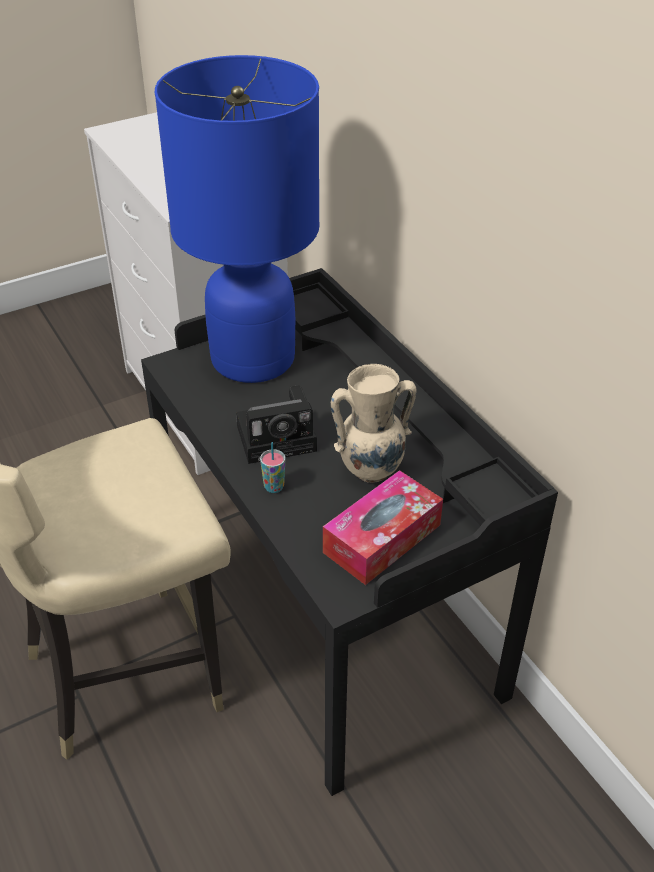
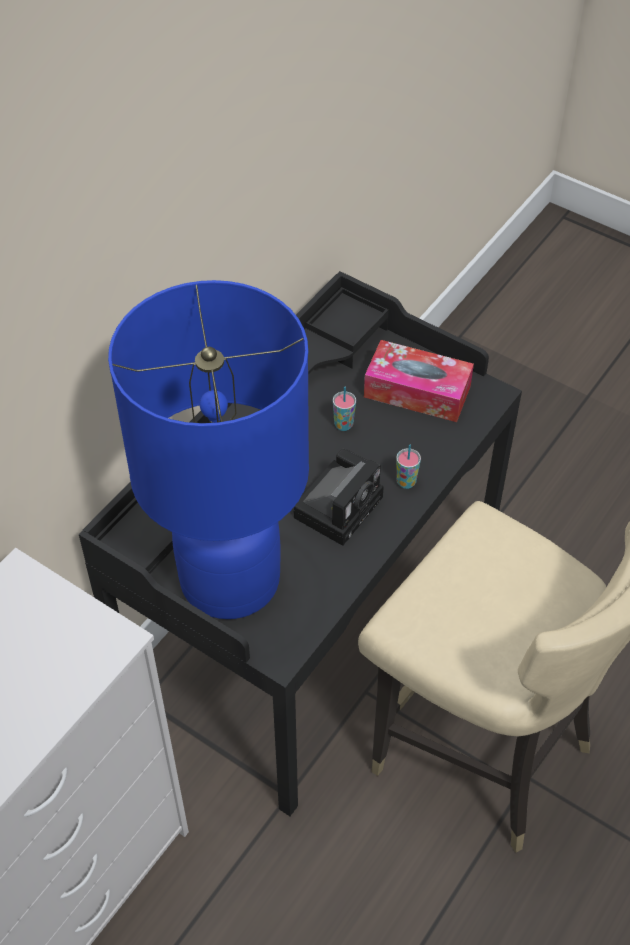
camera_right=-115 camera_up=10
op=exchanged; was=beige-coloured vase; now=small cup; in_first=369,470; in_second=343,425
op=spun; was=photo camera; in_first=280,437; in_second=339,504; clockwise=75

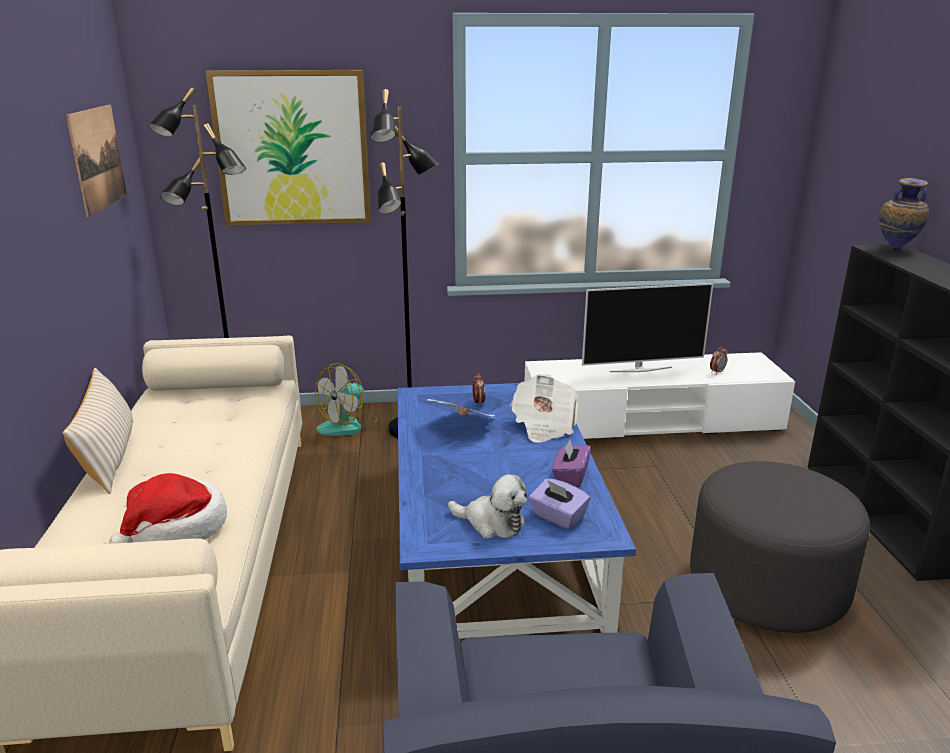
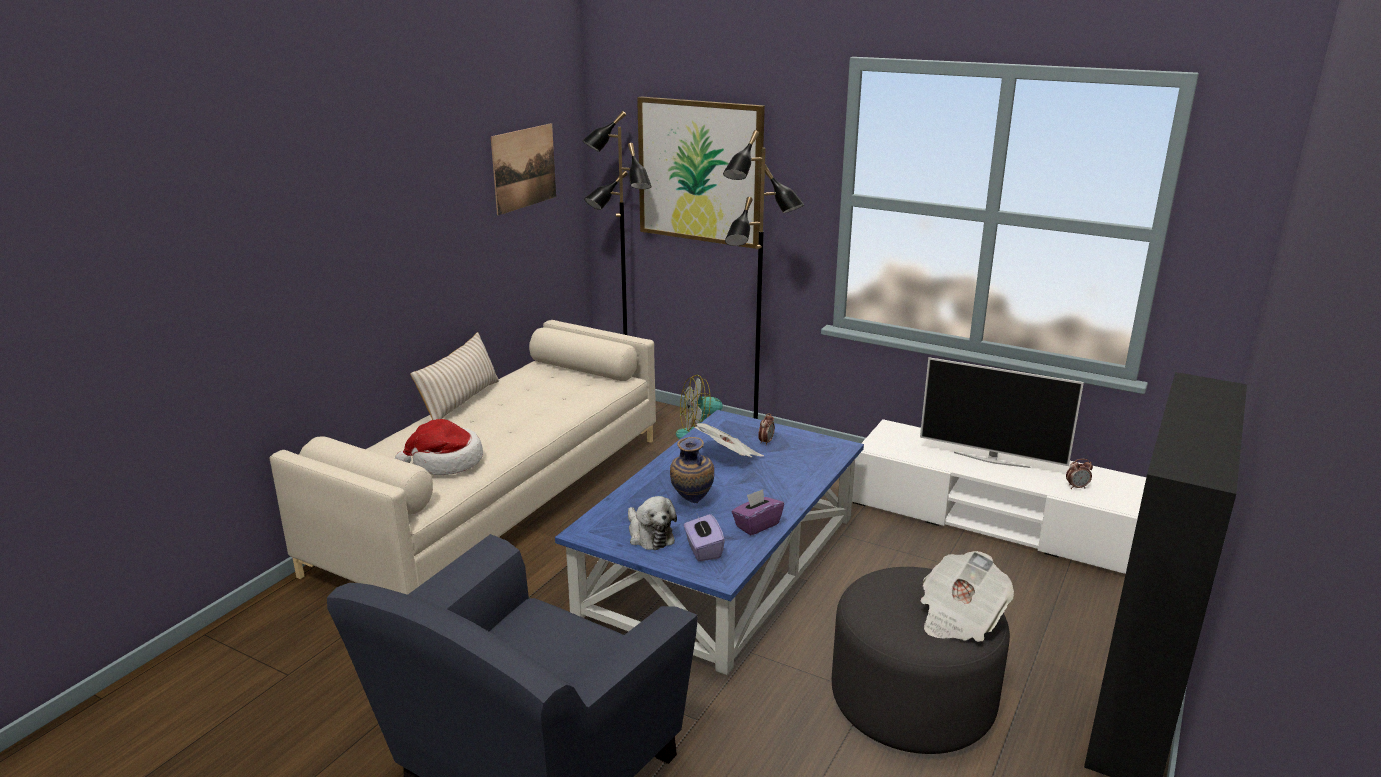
camera_right=35 camera_up=0
op=relocated; was=printed paper; in_first=543,426; in_second=959,617
op=relocated; was=vase; in_first=896,249; in_second=691,503

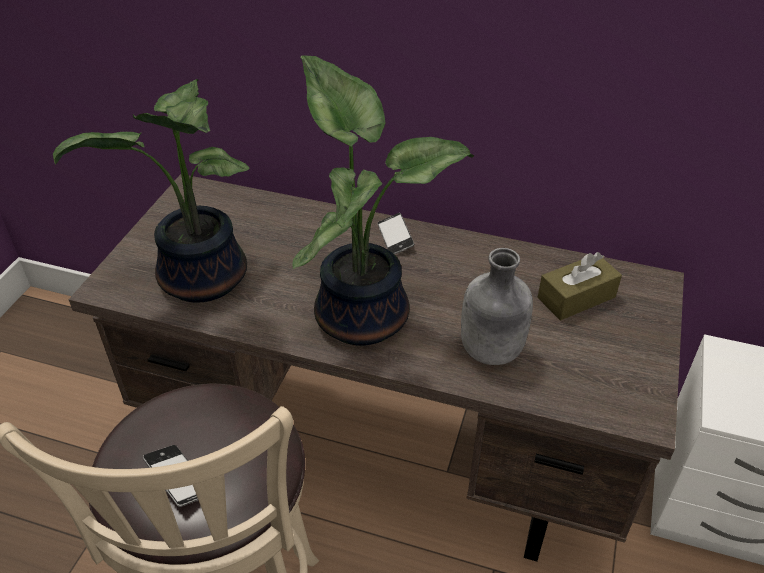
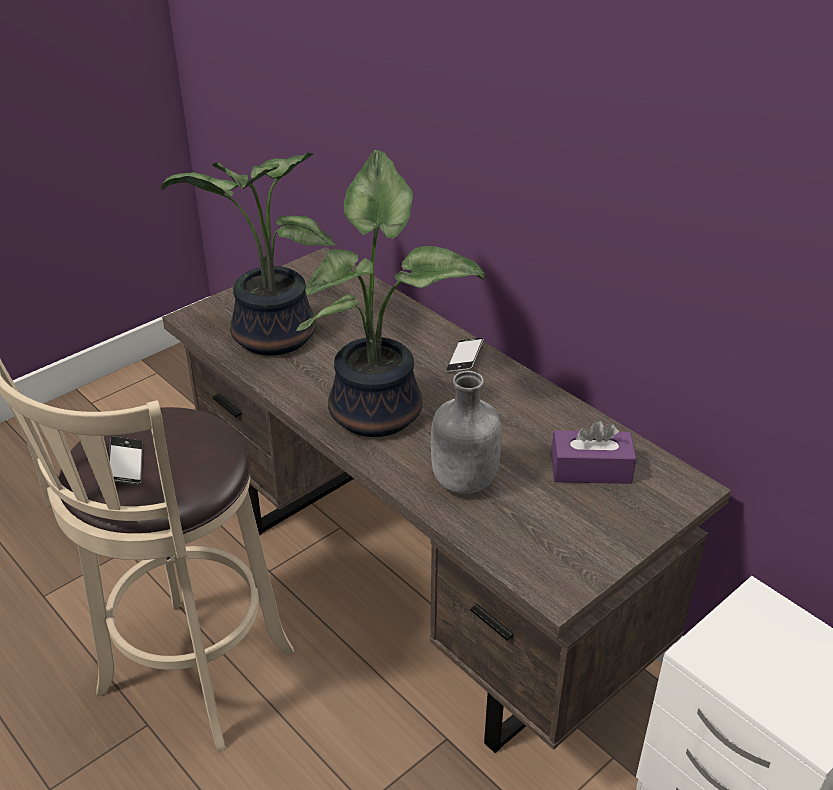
camera_right=30 camera_up=-5
op=colour; was=brown-coloured tissue holder; now=purplish tissue holder; in_first=576,297; in_second=591,469

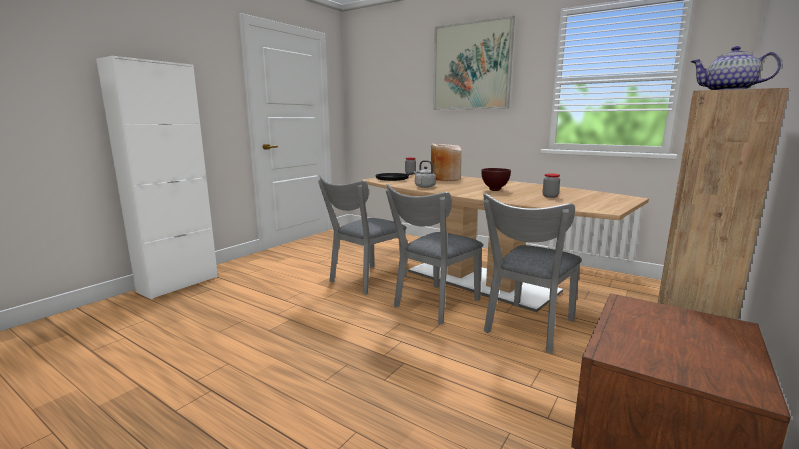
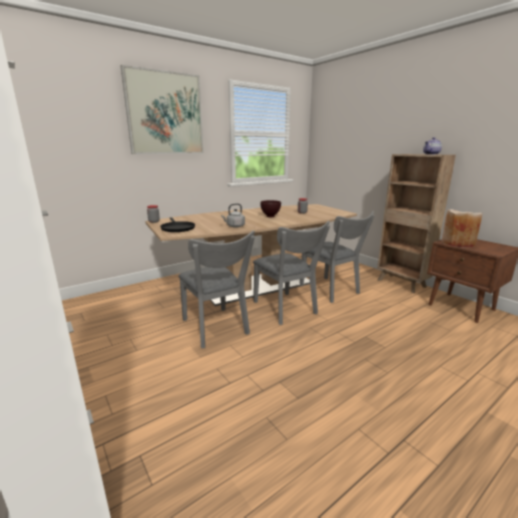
camera_right=-70 camera_up=5
op=relocated; was=beige-coloured vase; in_first=445,178; in_second=457,243

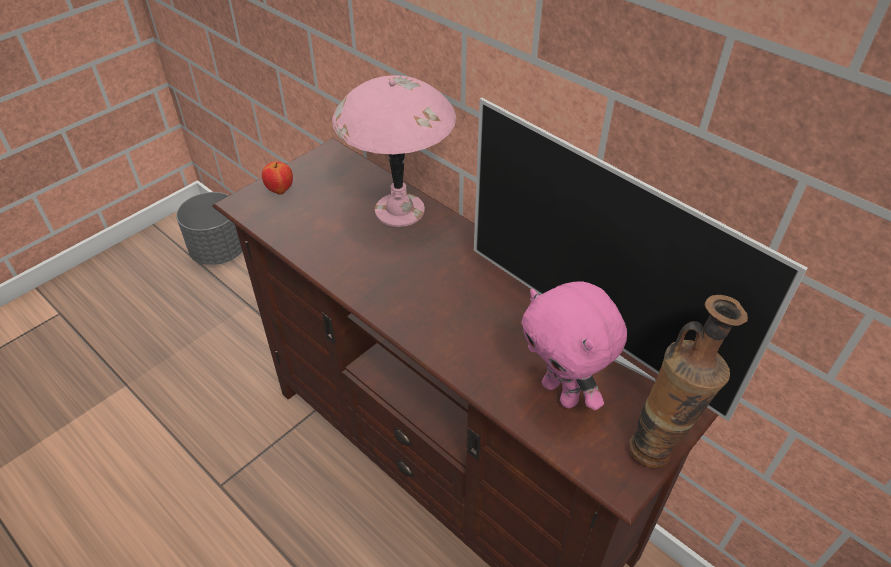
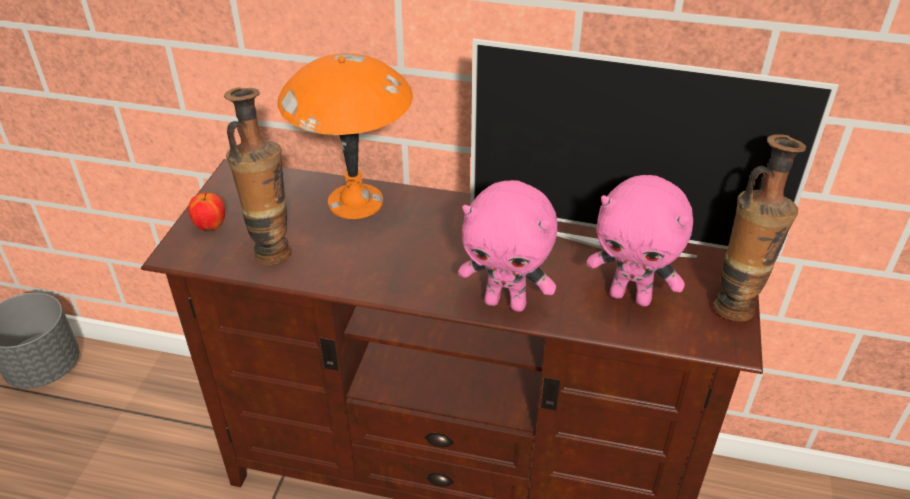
camera_right=-30 camera_up=-5
op=appeared; now=vase; in_second=272,249
op=appeared; now=pink plush toy; in_second=506,302
op=colour; was=pink lamp for a table; now=orange lamp for a table; in_first=400,210; in_second=356,201

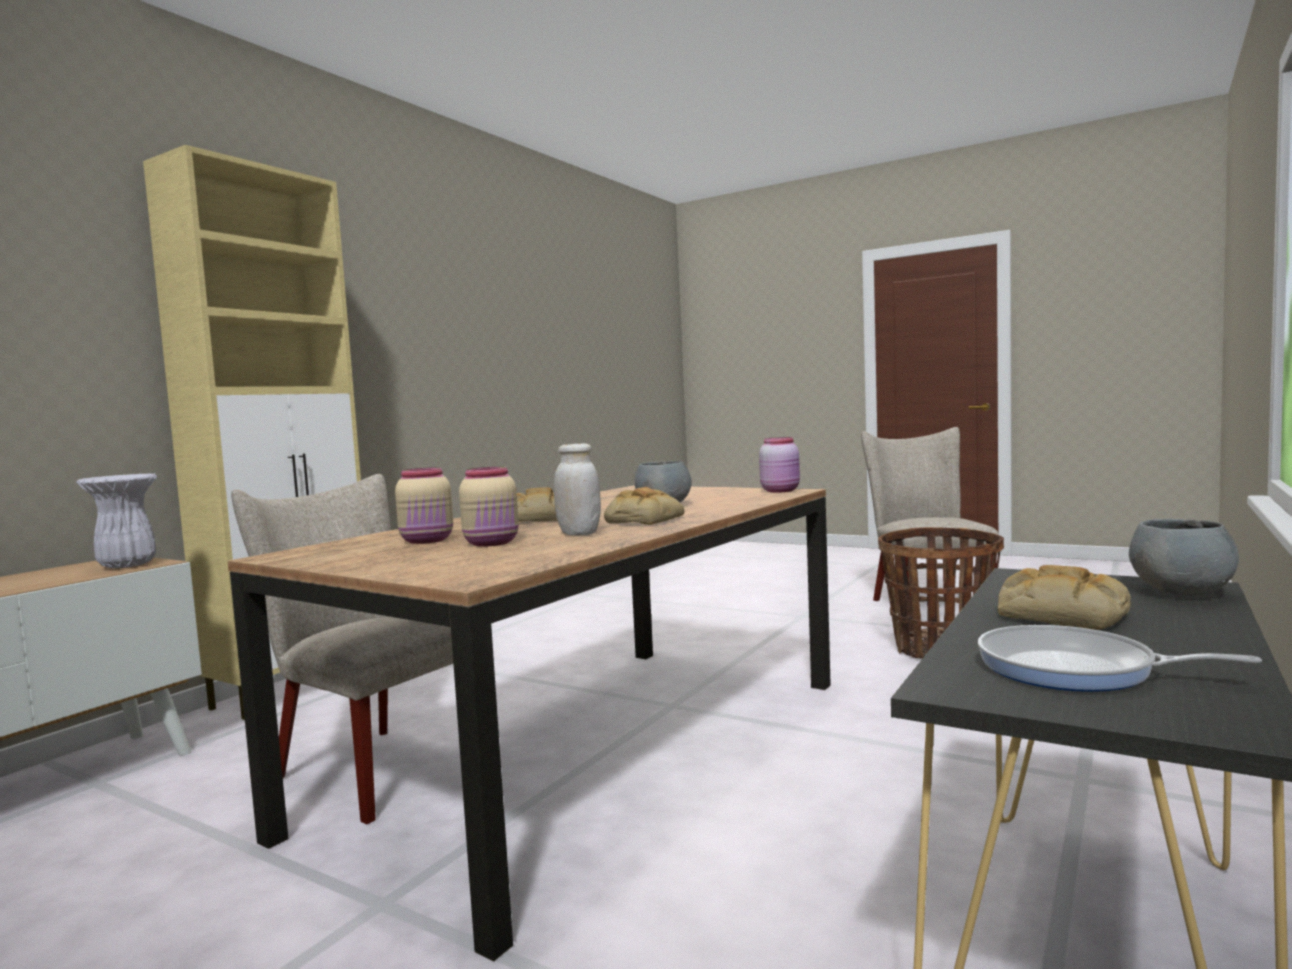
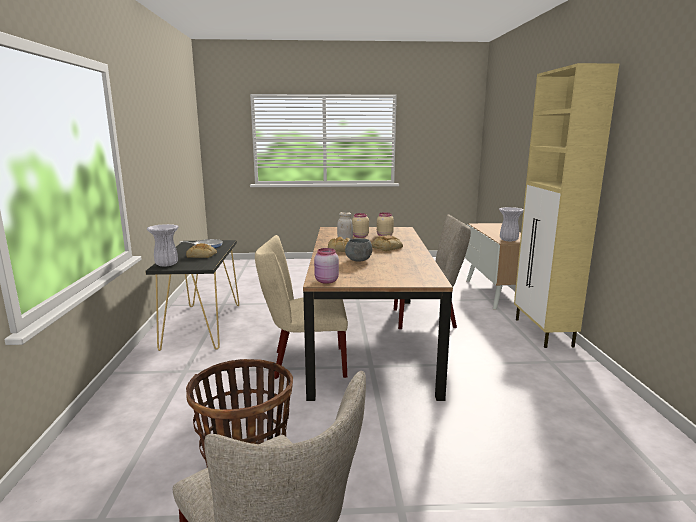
camera_right=145 camera_up=10
op=appeared; now=beige-coloured chair; in_second=304,363
op=exchanged; was=greyish bowl; now=white-coloured vase; in_first=1182,592; in_second=166,265

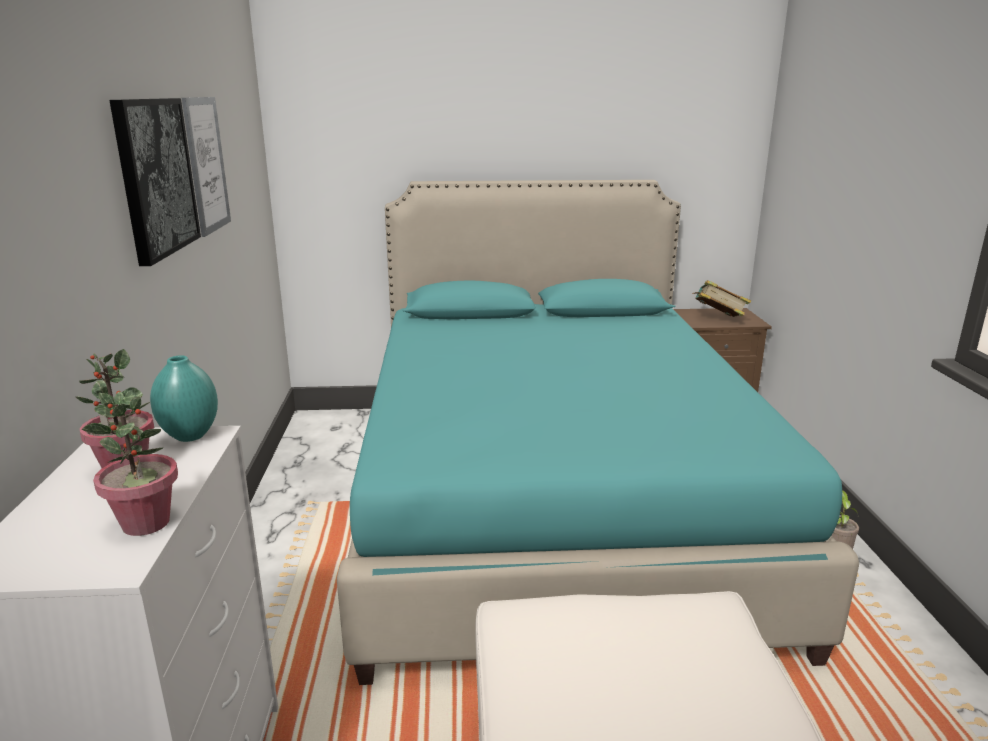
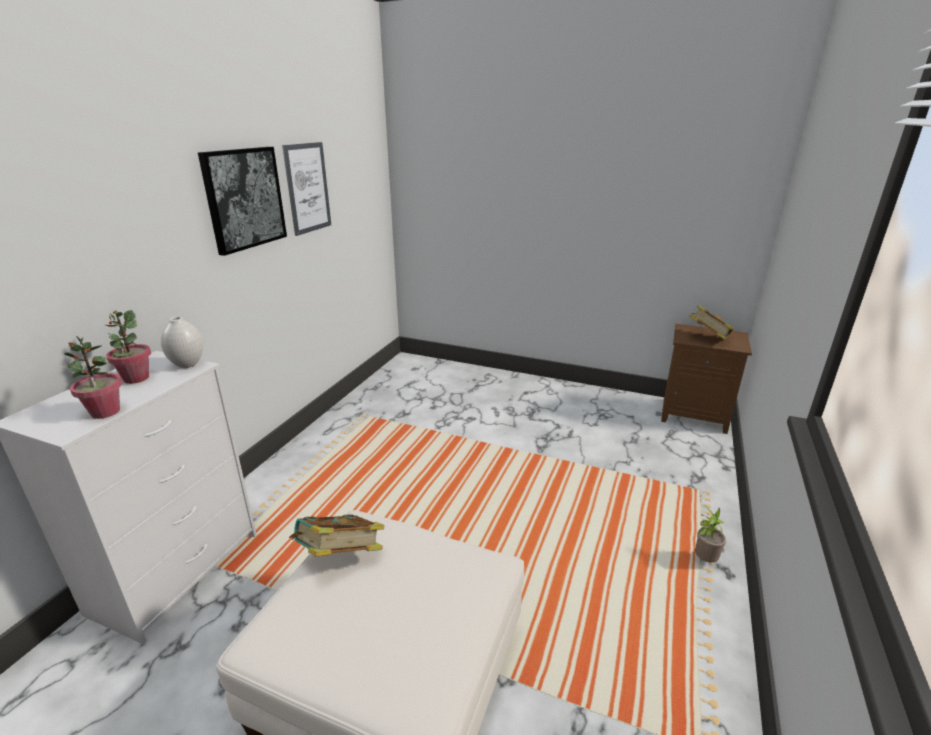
camera_right=25 camera_up=5
op=missing; was=blue-green bed; in_first=552,502
op=appeared; now=bound book; in_second=340,557
op=colour; was=blue-green vase; now=white-coloured vase; in_first=190,435; in_second=188,364

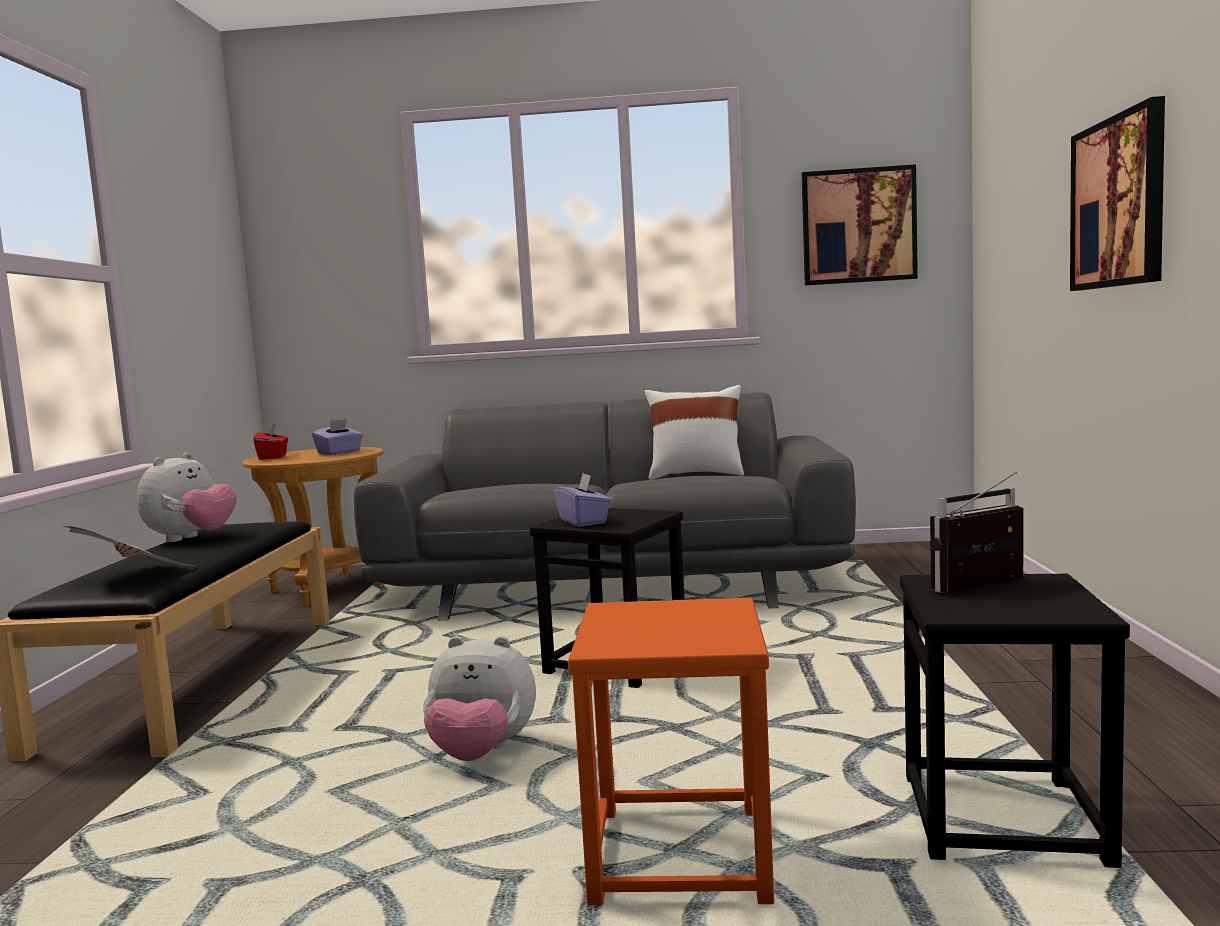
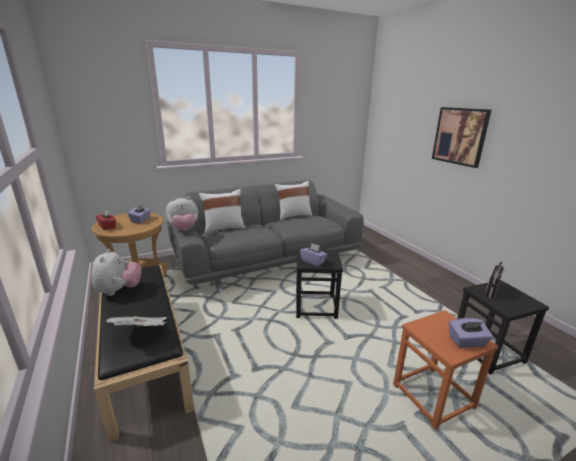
camera_right=-30 camera_up=15
op=missing; was=wall art; in_first=858,226
op=appeared; now=white-coloured pillow; in_second=223,228
op=appeared; now=purplish tissue holder; in_second=467,341
op=relocated; was=plush toy; in_first=481,754; in_second=184,230

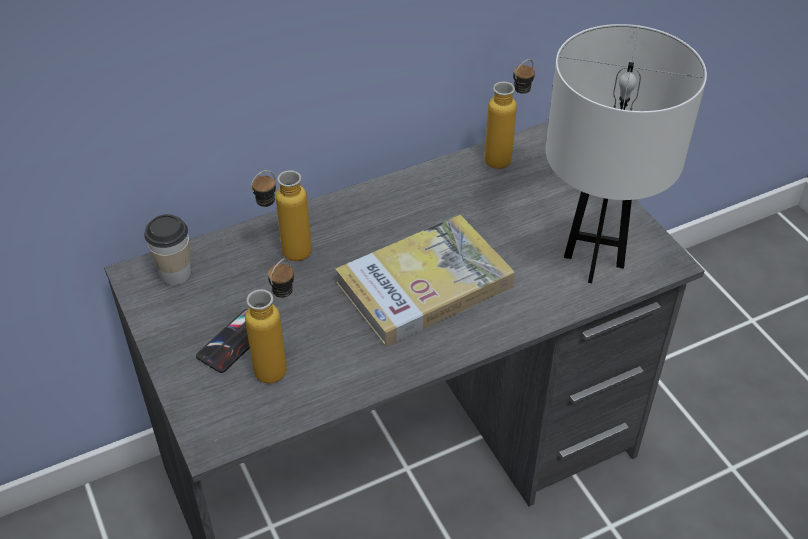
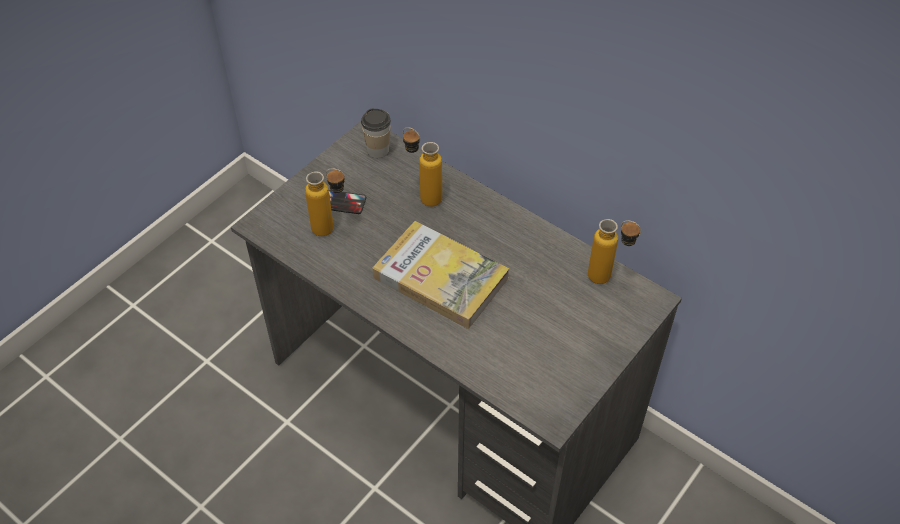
camera_right=65 camera_up=5
op=missing; was=white-coloured lamp for a table; in_first=594,261

